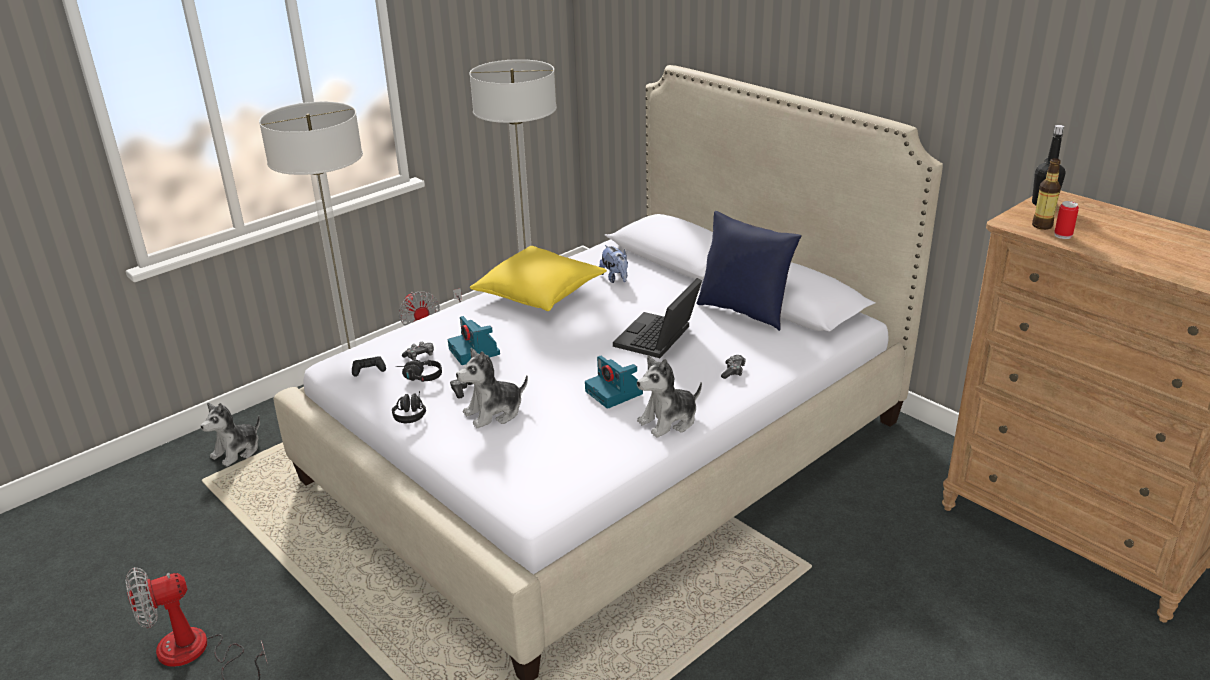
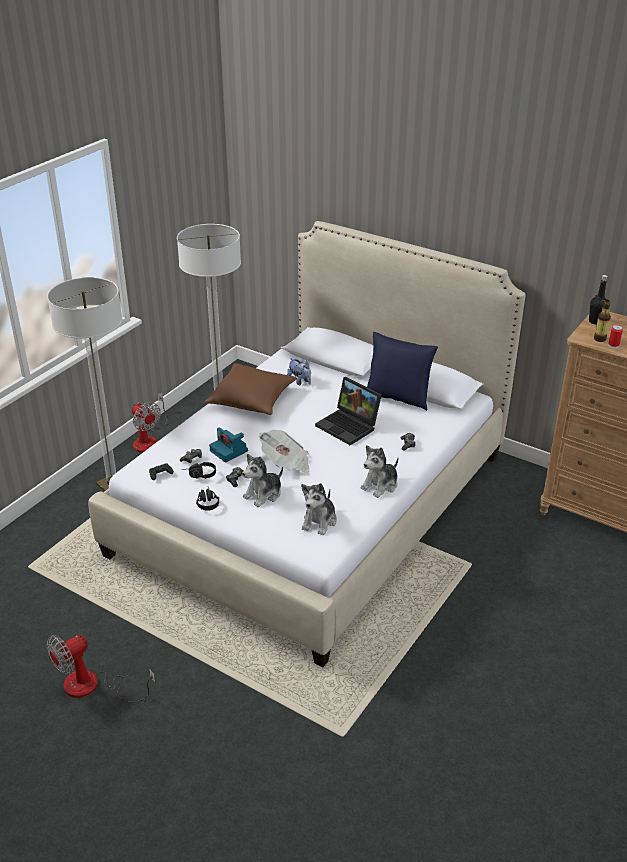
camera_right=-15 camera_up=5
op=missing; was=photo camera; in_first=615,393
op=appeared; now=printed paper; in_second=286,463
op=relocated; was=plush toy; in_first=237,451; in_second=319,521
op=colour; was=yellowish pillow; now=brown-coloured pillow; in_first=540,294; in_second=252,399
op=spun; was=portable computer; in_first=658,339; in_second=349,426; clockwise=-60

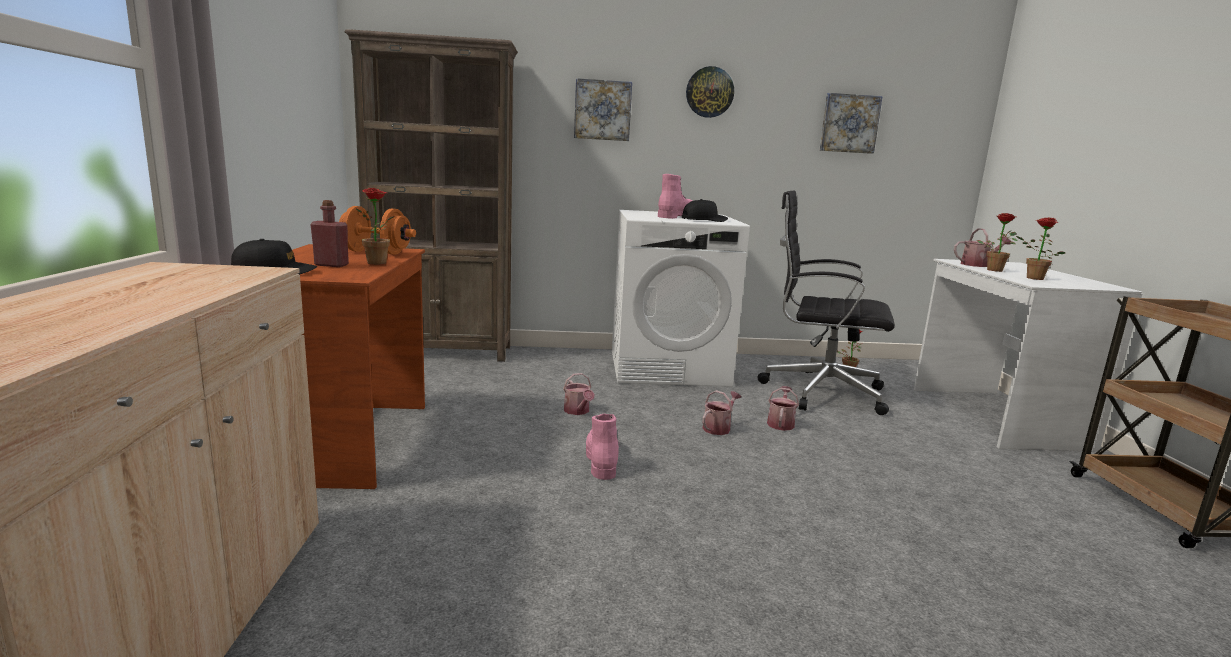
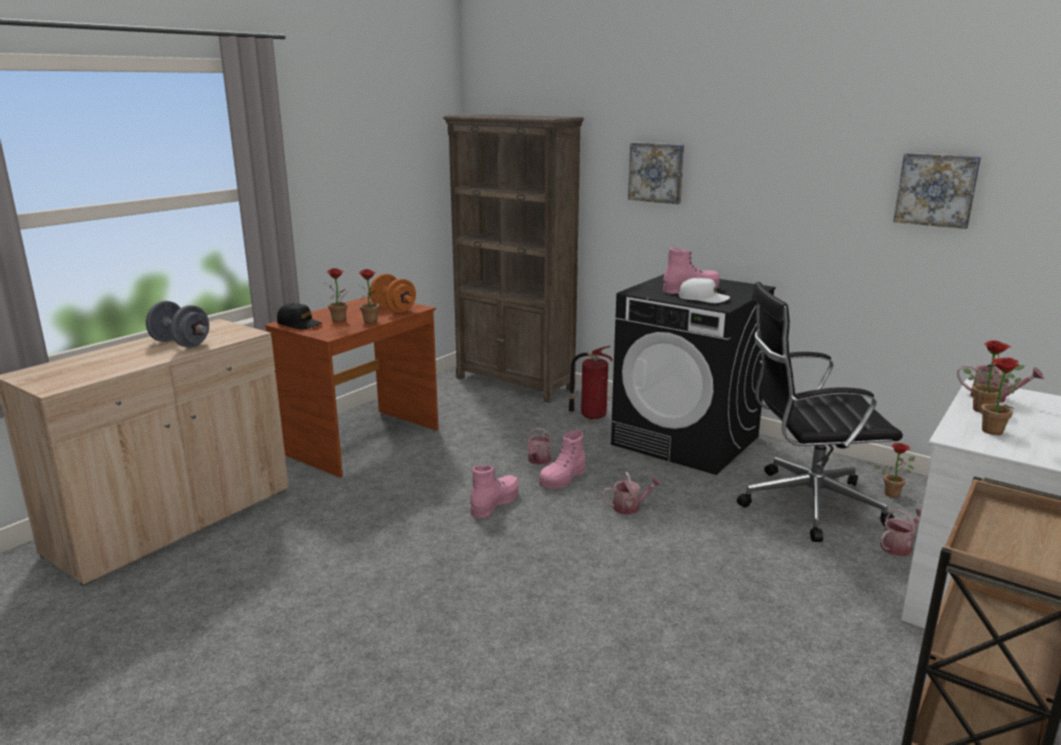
camera_right=40 camera_up=5
op=missing; was=clock on the wall; in_first=709,92
op=appeared; now=greyish dumbbell; in_second=180,343
op=appeared; now=pink high-top boot; in_second=562,479
op=appeared; now=extinguisher; in_second=591,415
op=relocated; was=watering can; in_first=780,423; in_second=898,546
op=exchanged; was=red-coloured drink bottle; now=plant in a pot; in_first=331,265; in_second=340,321
op=colour; was=white-coloured washing machine; now=black-coloured washing machine; in_first=668,367; in_second=686,440
op=colour; was=black-coloured cap; now=white-coloured cap; in_first=704,220; in_second=703,299
op=spun; was=black-coloured desk chair; in_first=819,391; in_second=806,504; clockwise=-60

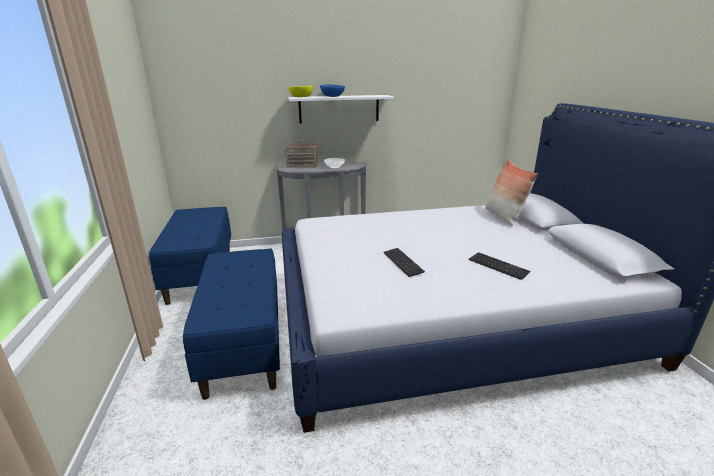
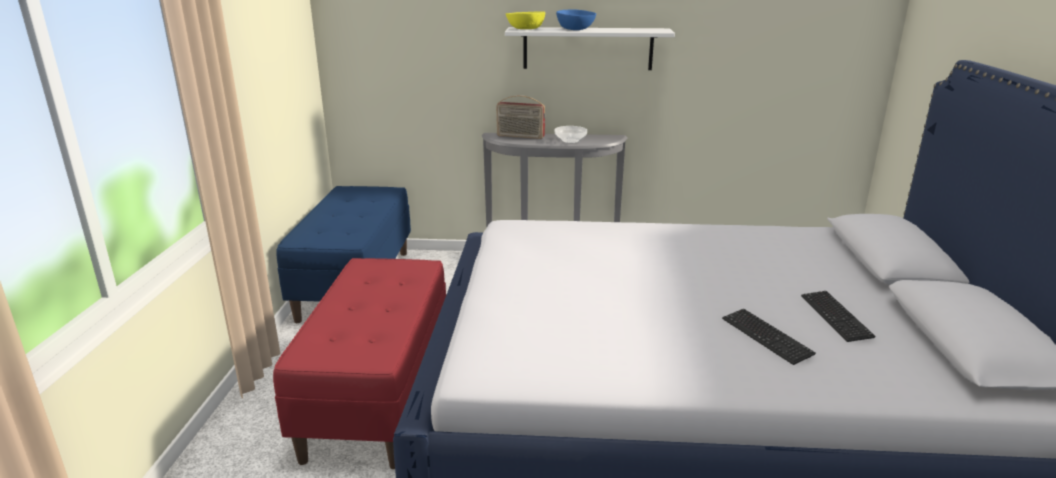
camera_right=15 camera_up=0
op=missing; was=pillow; in_first=504,217
op=relocated; was=PC keyboard; in_first=402,263; in_second=835,317
op=colour; was=blue bench; now=red-coloured bench; in_first=245,343; in_second=379,395

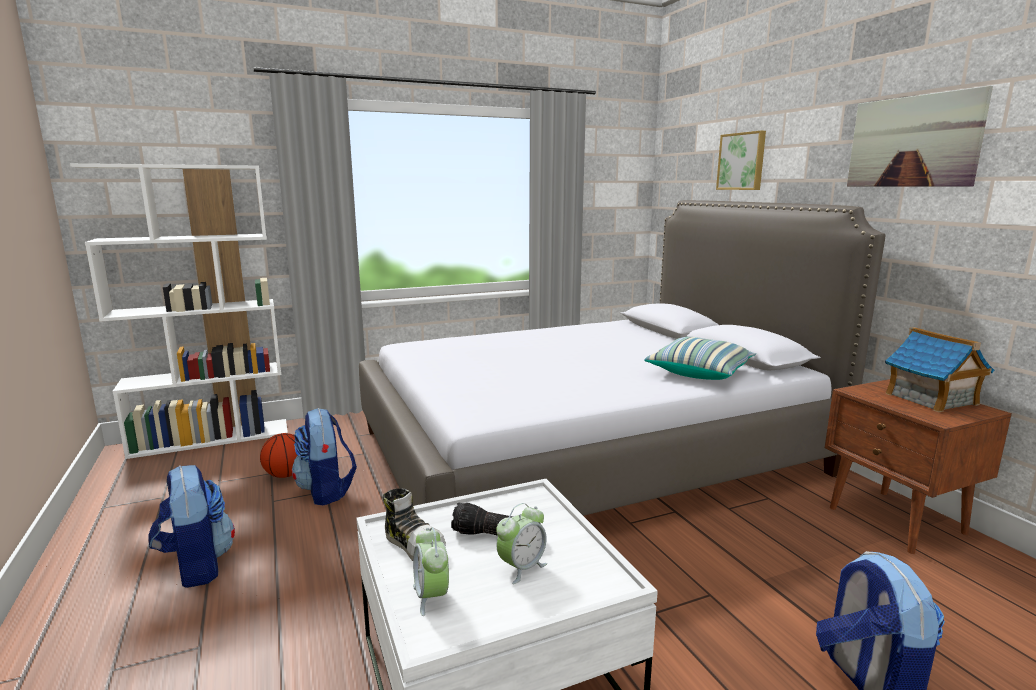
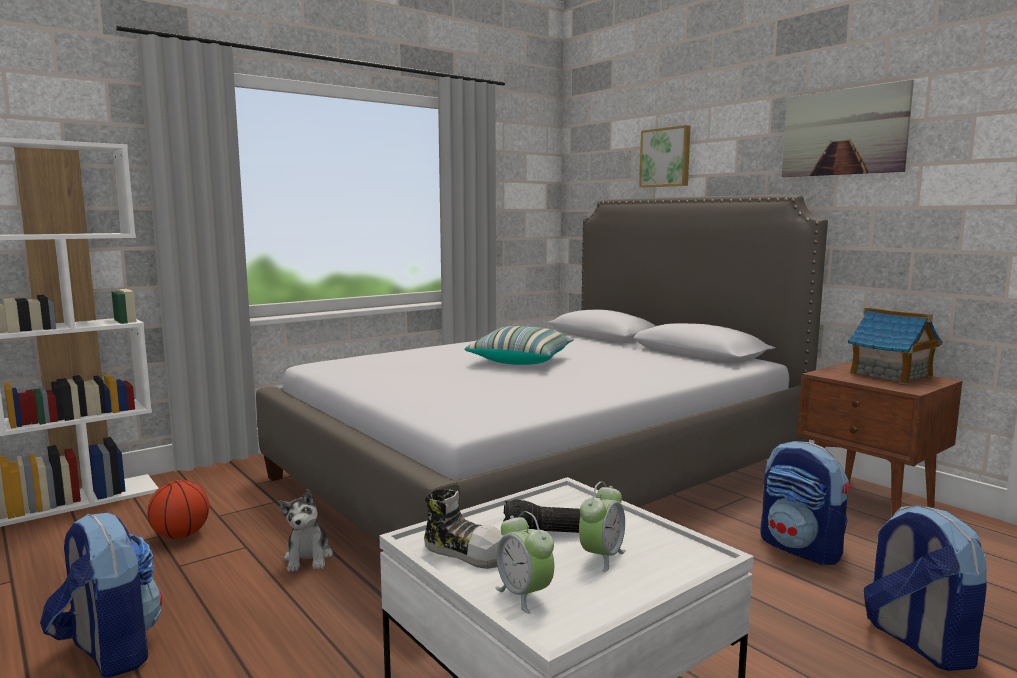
camera_right=-15 camera_up=-5
op=appeared; now=plush toy; in_second=308,558
op=relocated; was=rucksack; in_first=326,491; in_second=801,549
op=relocated; was=pillow; in_first=699,372; in_second=521,360

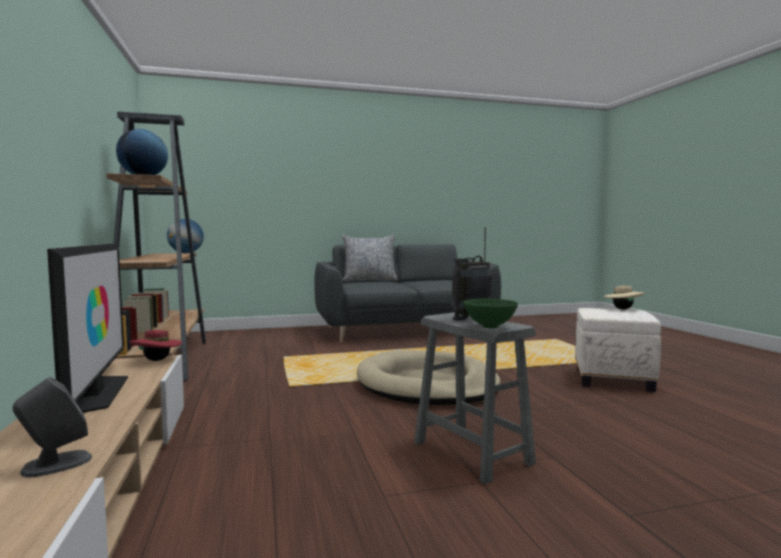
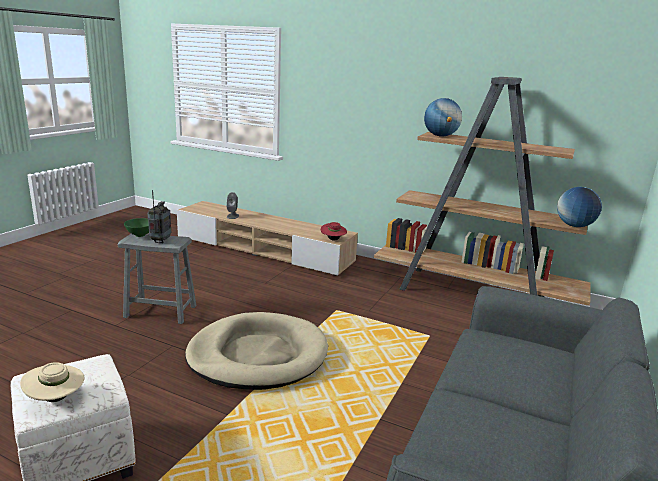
camera_right=130 camera_up=15
op=missing; was=TV set; in_first=94,393
op=missing; was=pillow; in_first=369,281

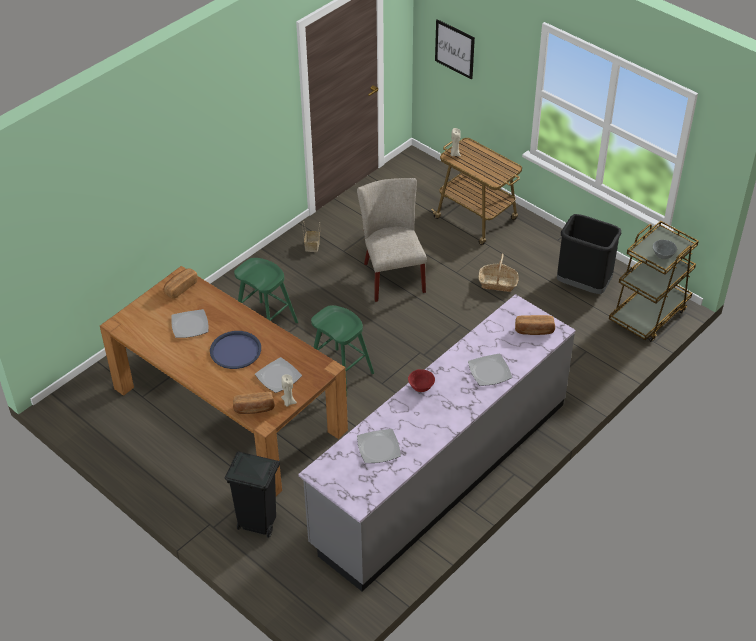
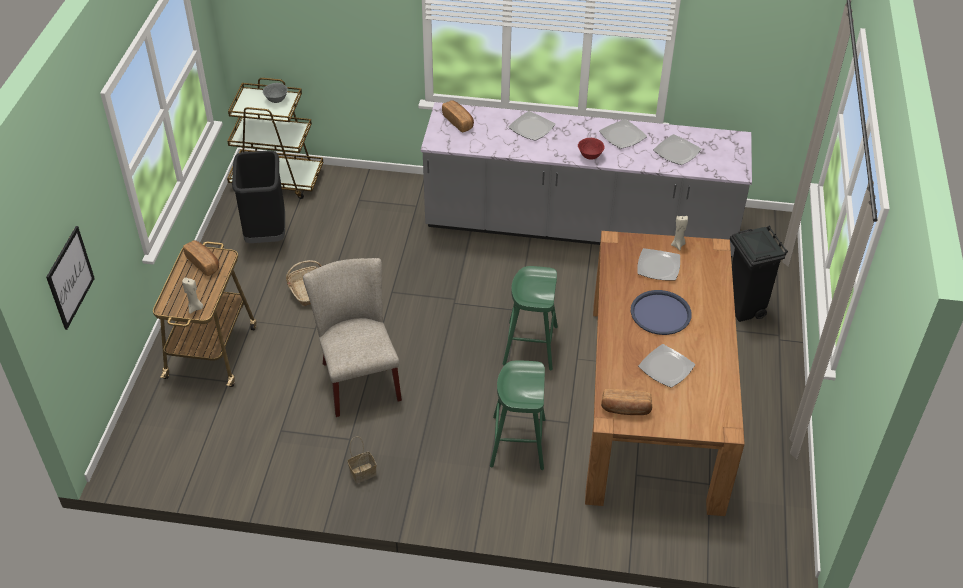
camera_right=-125 camera_up=0
op=appeared; now=flat dish; in_second=622,135
op=relocated; was=bakery bread; in_first=254,409; in_second=203,263
op=spun; was=beige-coloured chair; in_first=391,274; in_second=358,377; clockwise=120

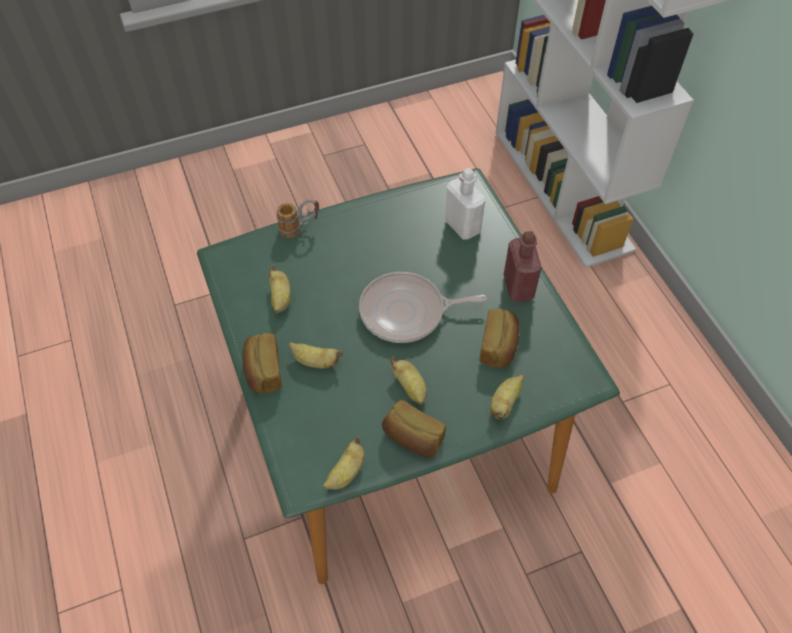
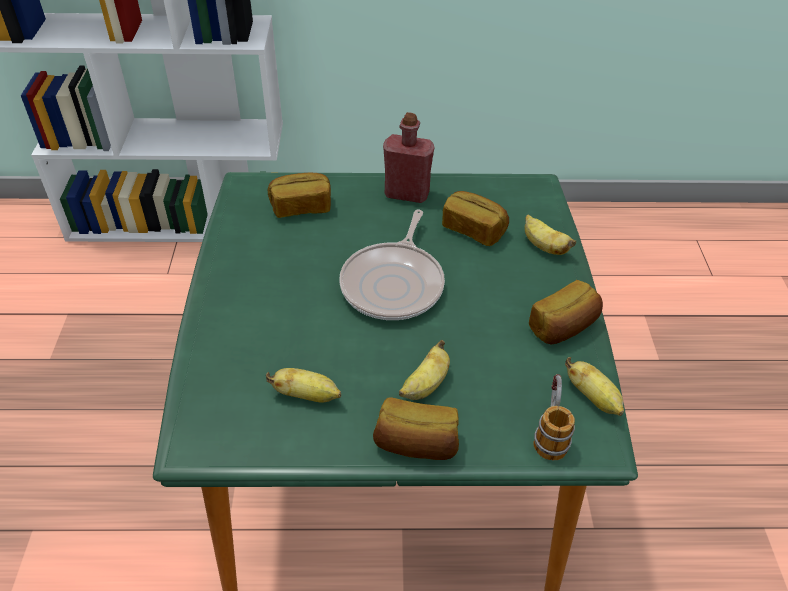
camera_right=-70 camera_up=-10
op=missing; was=whole banana; in_first=410,388
op=relocated; was=mug; in_first=300,228; in_second=550,432
op=exchanged; was=white-coloured drink bottle; now=bakery bread; in_first=462,226; in_second=301,206

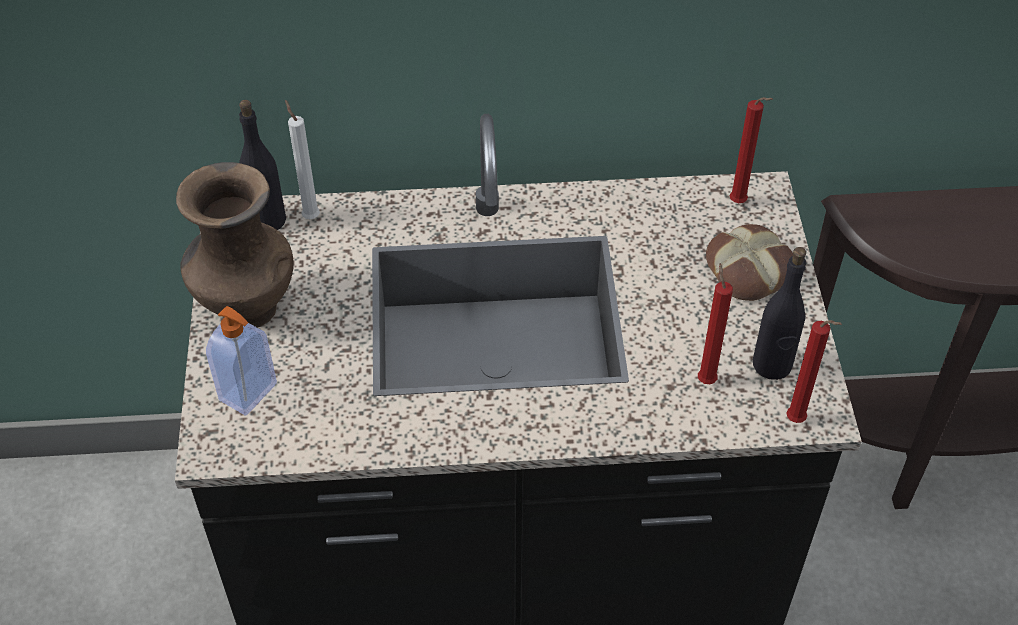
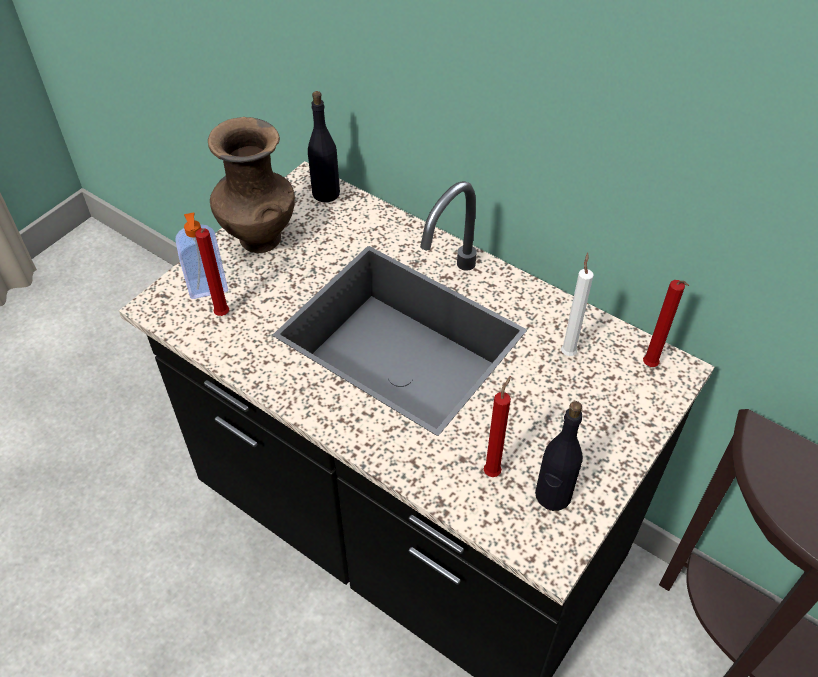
camera_right=40 camera_up=0
op=missing; was=bakery bread; in_first=750,269
op=relocated; was=white-coloured wax light; in_first=310,216; in_second=568,352
op=relocated; was=red-coloured wax light; in_first=798,421; in_second=222,316

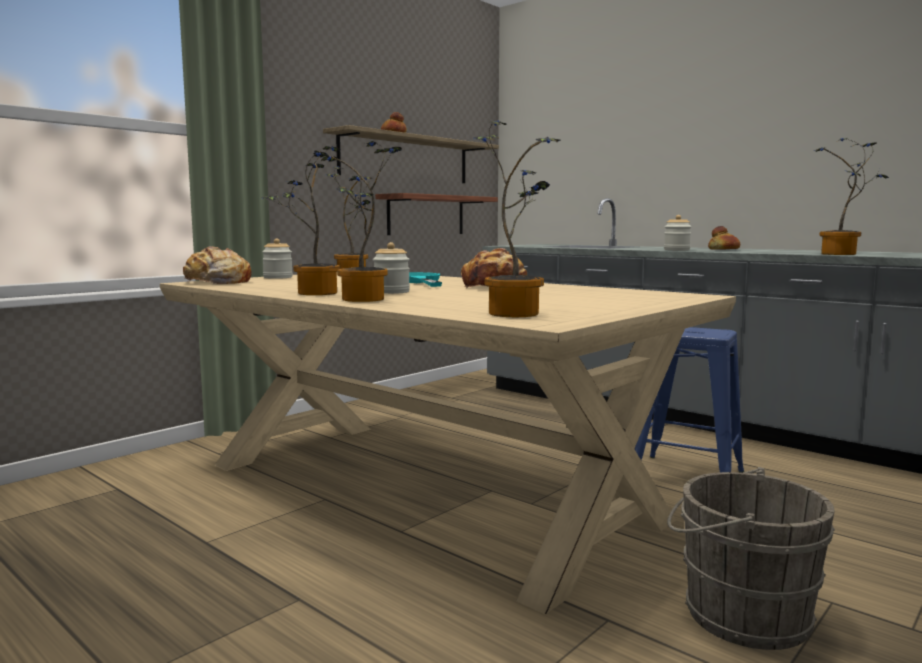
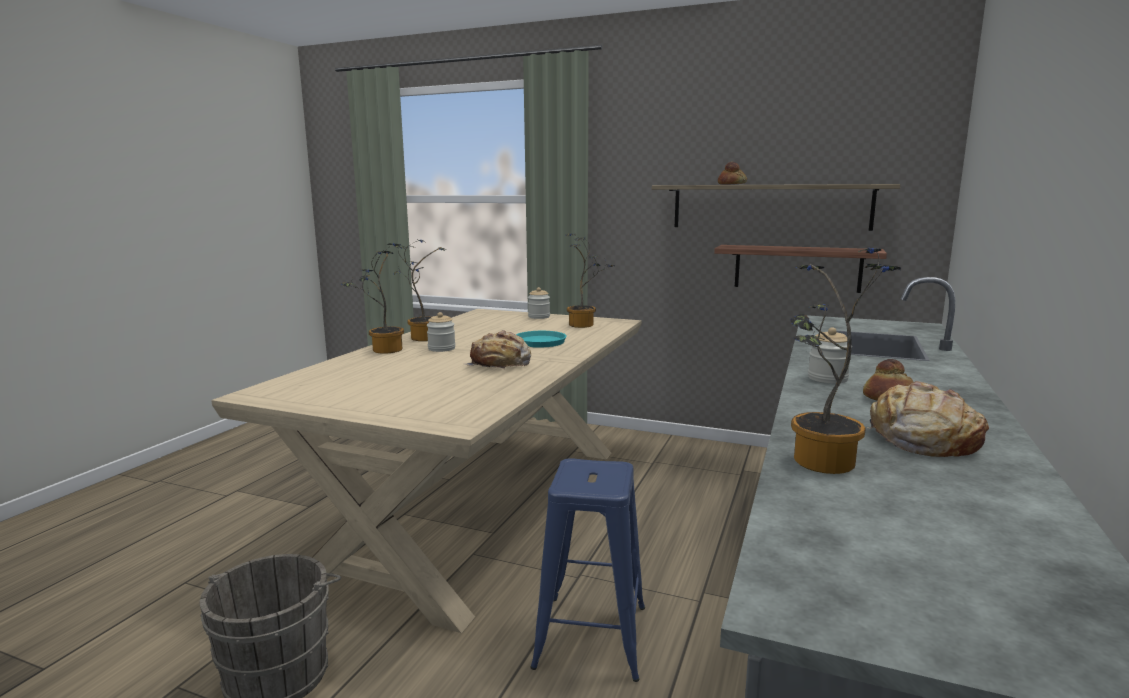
camera_right=70 camera_up=5
op=missing; was=plant in a pot; in_first=517,313
op=relocated; was=bakery bread; in_first=217,282; in_second=921,439

